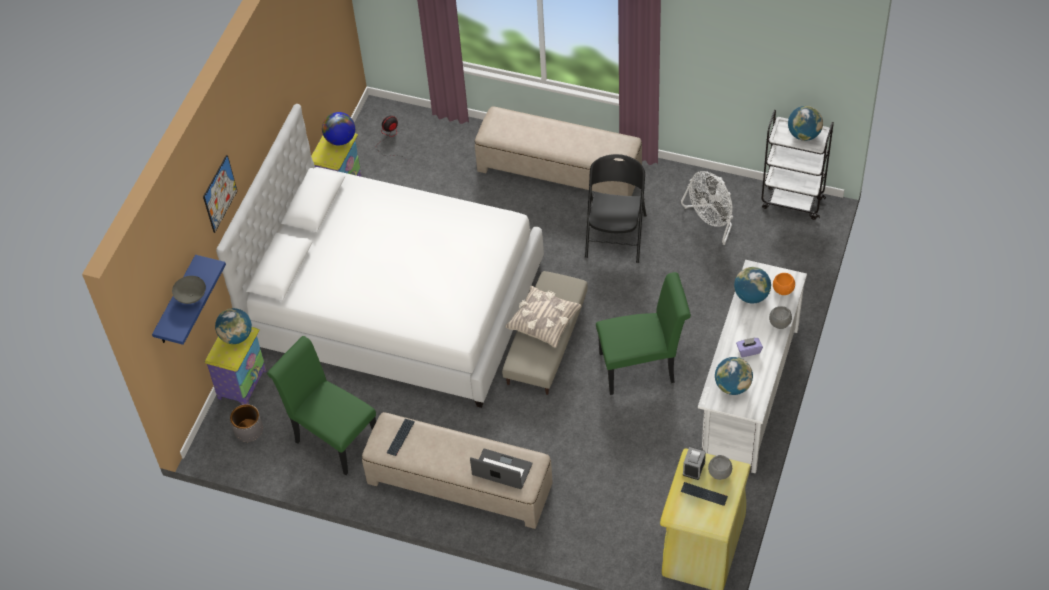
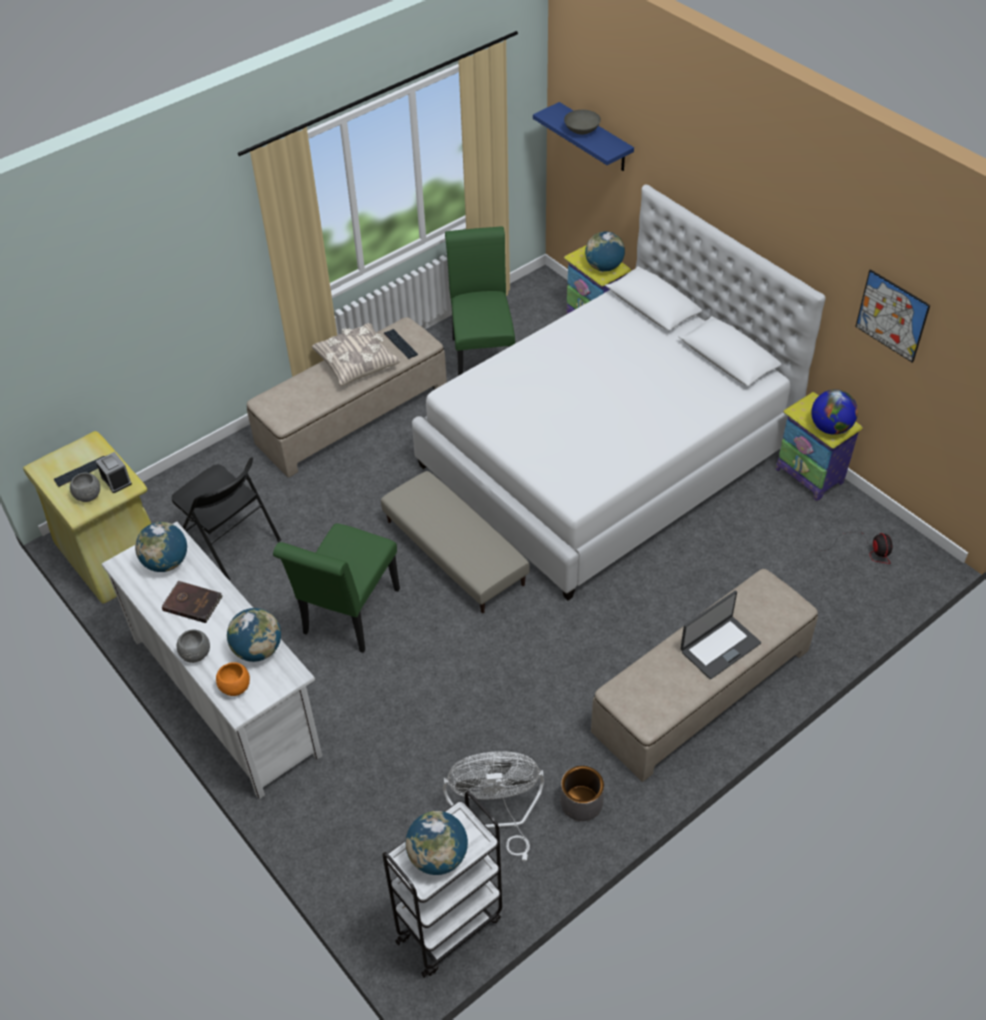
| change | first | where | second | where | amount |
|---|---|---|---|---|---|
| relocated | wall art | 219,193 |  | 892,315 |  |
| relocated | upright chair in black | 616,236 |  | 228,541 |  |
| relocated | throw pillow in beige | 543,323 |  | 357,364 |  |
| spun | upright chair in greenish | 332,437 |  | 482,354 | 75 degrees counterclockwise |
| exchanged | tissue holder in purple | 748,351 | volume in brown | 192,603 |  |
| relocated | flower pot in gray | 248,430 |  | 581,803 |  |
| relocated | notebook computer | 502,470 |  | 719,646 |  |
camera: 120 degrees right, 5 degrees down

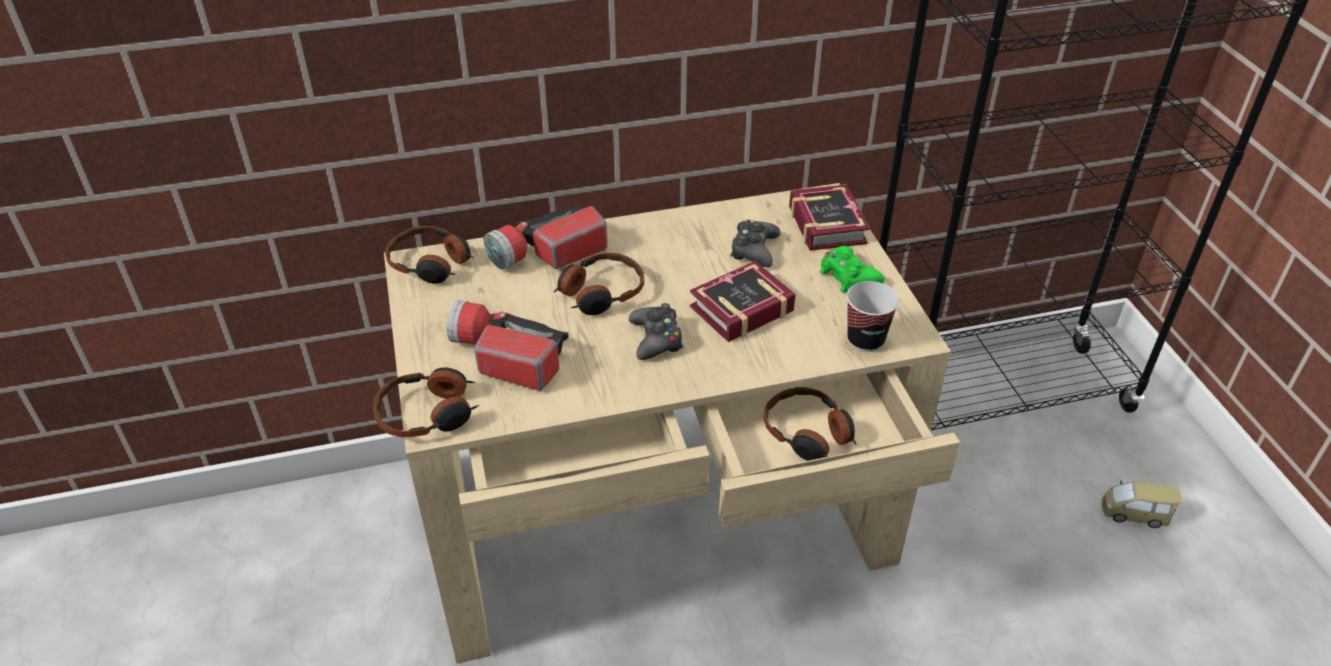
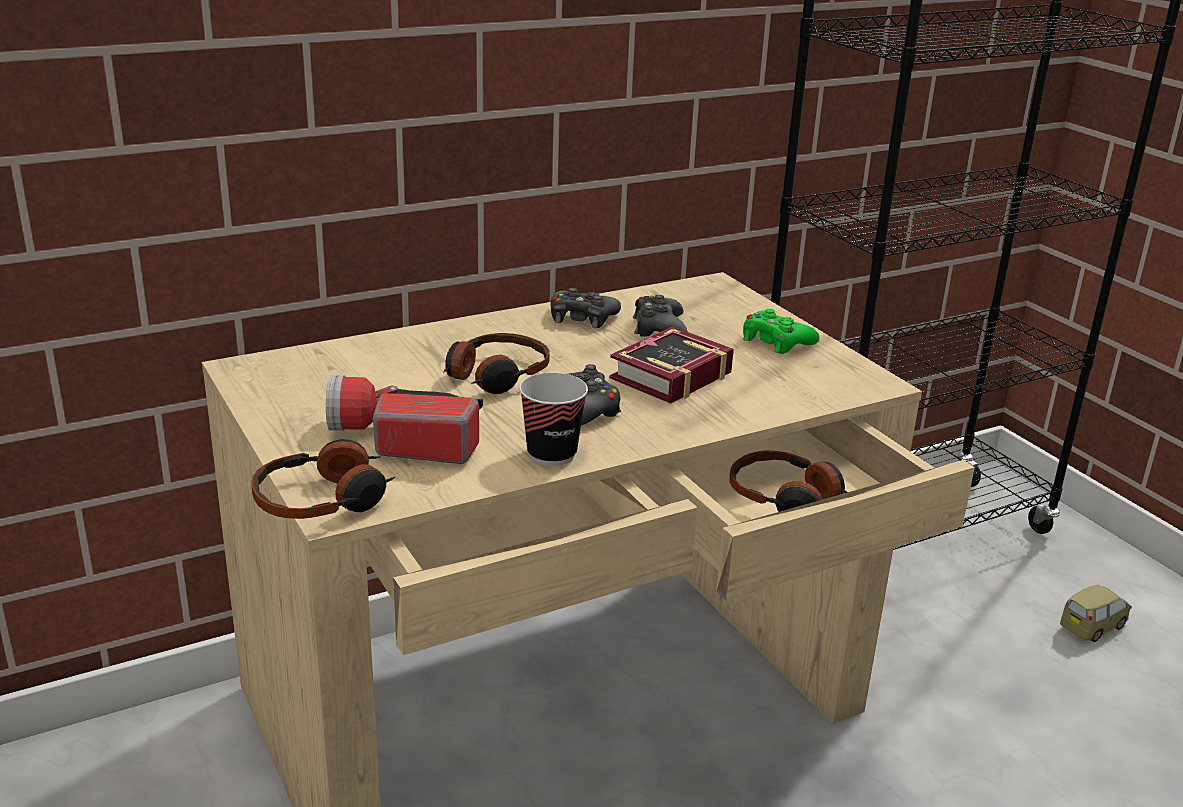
| change | first | where | second | where | amount |
|---|---|---|---|---|---|
| missing | volume | 828,222 |  |  |  |
| missing | flashlight | 547,253 |  |  |  |
| missing | headset | 431,264 |  |  |  |
| relocated | cup | 865,340 |  | 552,454 |  |
| spun | model car | 1134,513 |  | 1093,626 | 150 degrees clockwise |
| appeared |  |  | game controller in black | 582,318 |  |
camera: 15 degrees left, 15 degrees down

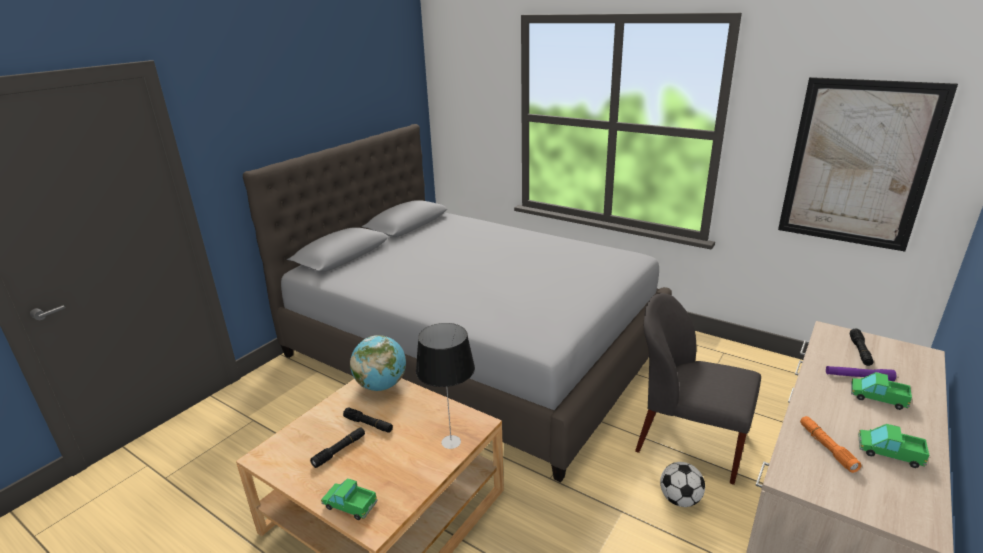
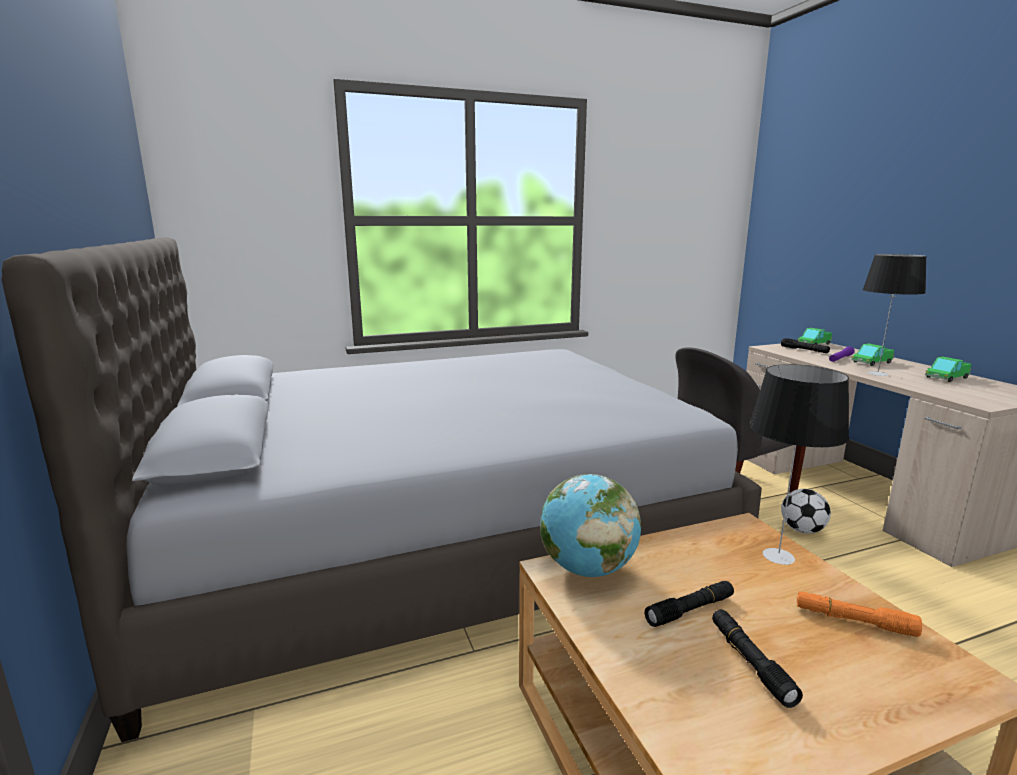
| change | first | where | second | where | amount |
|---|---|---|---|---|---|
| missing | wall art | 857,164 |  |  |  |
| relocated | flashlight in orangey | 826,447 |  | 854,621 |  |
| relocated | toy lorry | 350,505 |  | 814,344 |  |
| appeared |  |  | tabletop lamp | 877,373 |  |
camera: 55 degrees left, 10 degrees down

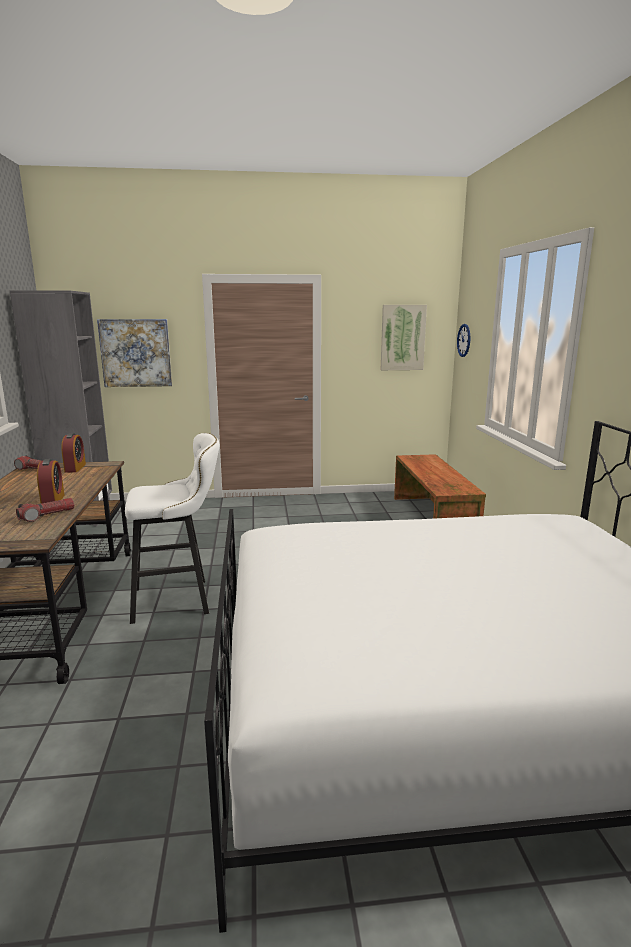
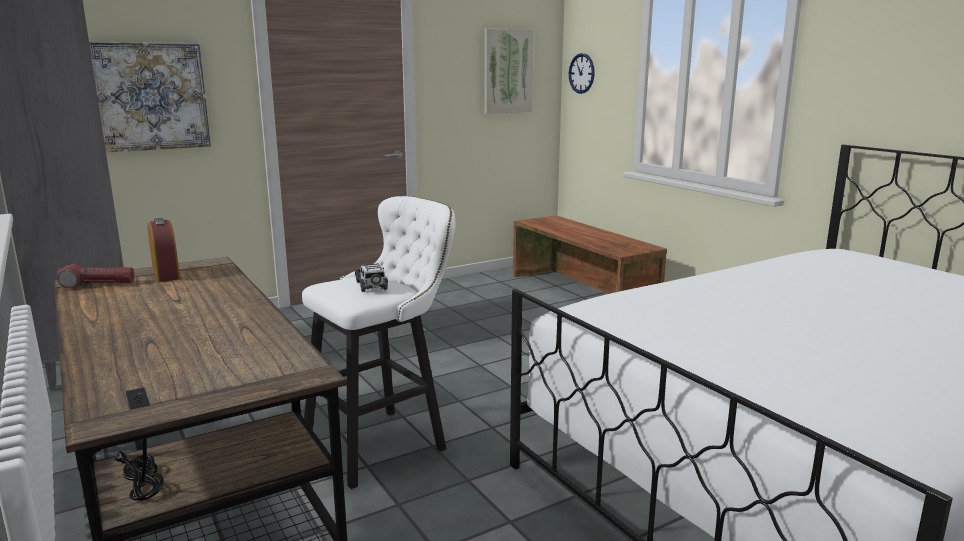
| change | first | where | second | where | amount |
|---|---|---|---|---|---|
| missing | table clock | 53,500 |  |  |  |
| missing | flashlight | 47,515 |  |  |  |
| appeared |  |  | model car | 372,286 |  |
camera: 25 degrees left, 0 degrees up

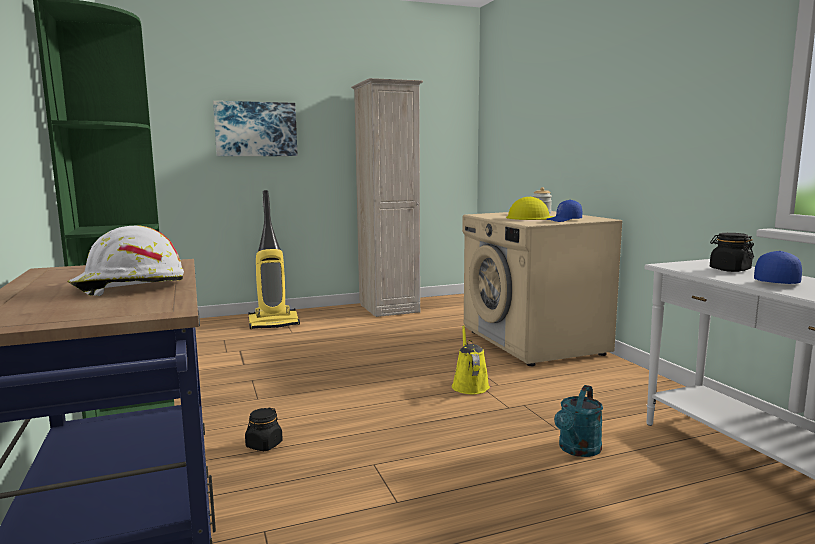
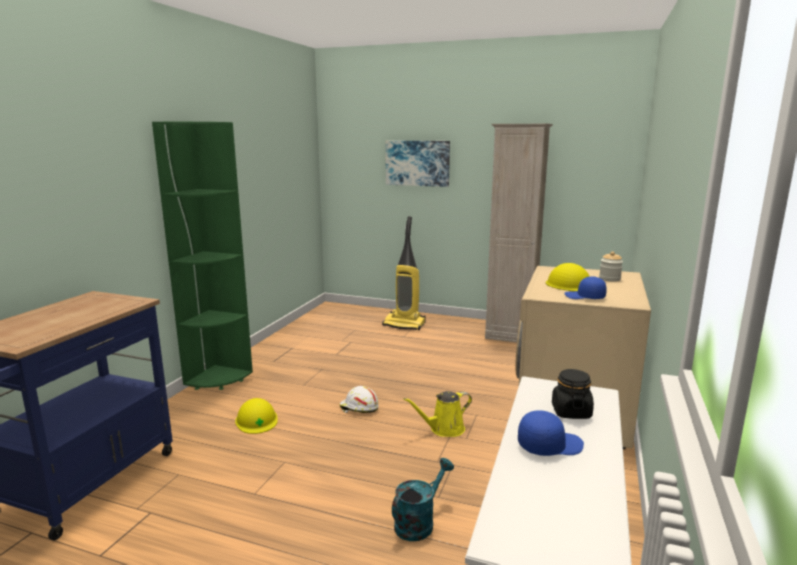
| change | first | where | second | where | amount |
|---|---|---|---|---|---|
| relocated | work helmet in white-coloured | 128,287 |  | 359,408 |  |
| spun | sprinkling can in yellow-coloured | 469,385 |  | 444,429 | 150 degrees counterclockwise |
| spun | sprinkling can in blue-green | 577,450 |  | 419,522 | 150 degrees clockwise |
| exchanged | jar in black | 264,445 | work helmet in yellow-coloured | 256,420 |  |
camera: 40 degrees right, 5 degrees up

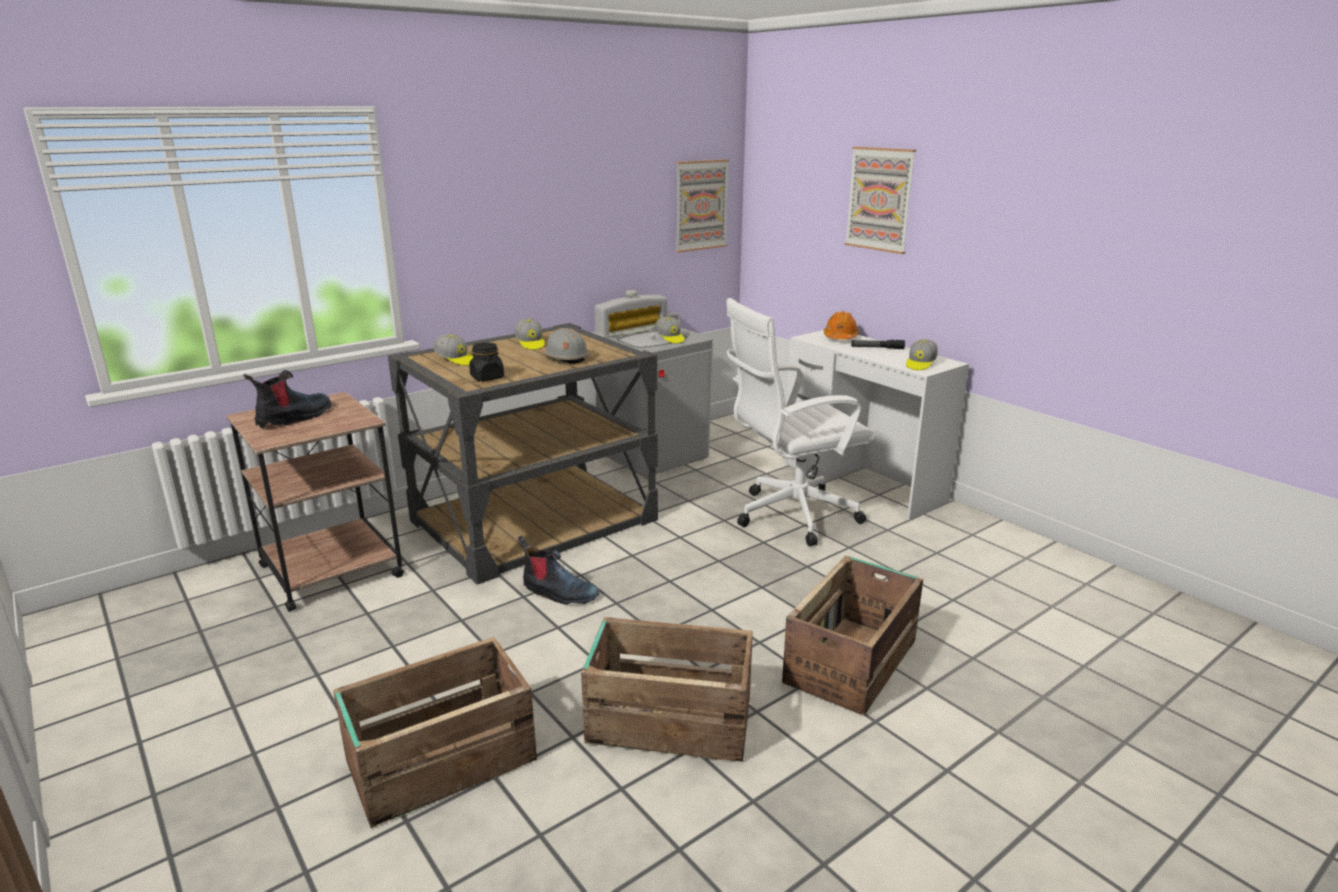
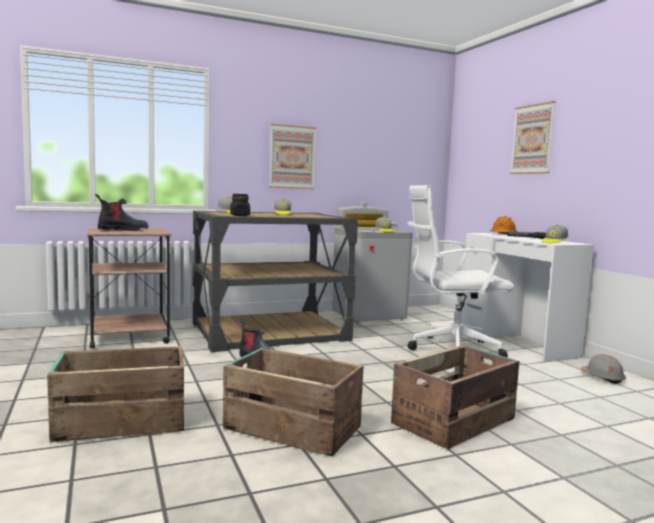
| change | first | where | second | where | amount |
|---|---|---|---|---|---|
| relocated | wall art | 701,205 |  | 292,157 |  |
| relocated | work helmet in gray | 565,358 |  | 602,378 |  |
camera: 15 degrees right, 15 degrees down

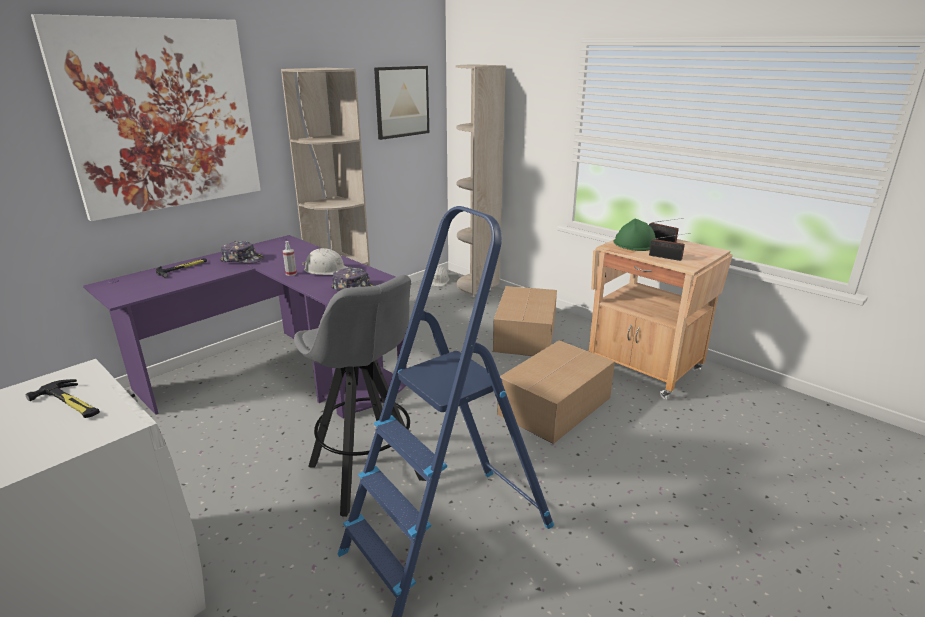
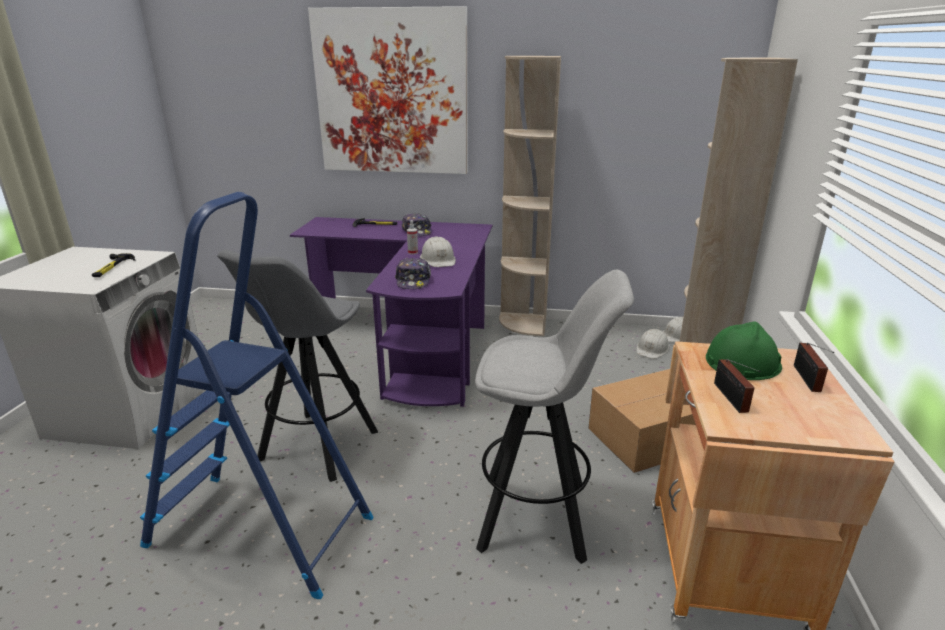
| change | first | where | second | where | amount |
|---|---|---|---|---|---|
| missing | wall art | 402,102 |  |  |  |
| exchanged | carton | 556,405 | sitting stool in gray | 537,518 |  |
| appeared |  |  | work helmet in white-coloured | 652,349 |  |
camera: 55 degrees right, 0 degrees up

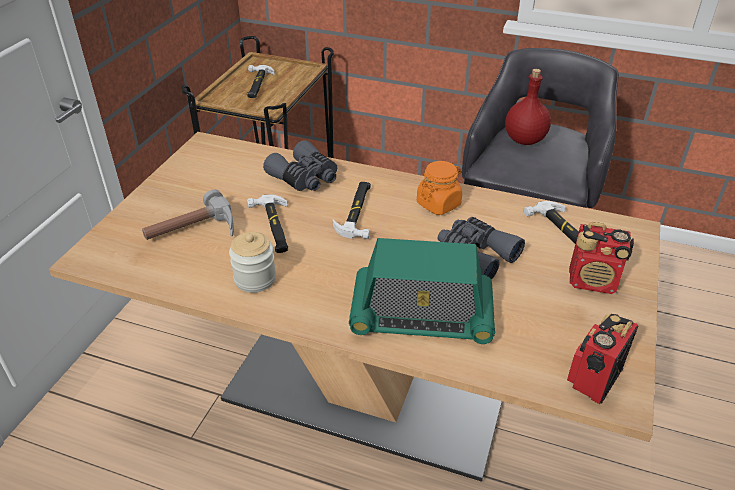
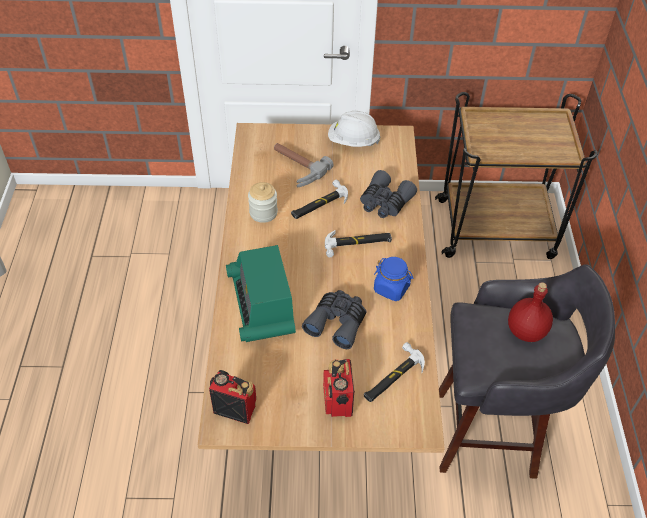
| change | first | where | second | where | amount |
|---|---|---|---|---|---|
| missing | hammer | 257,84 |  |  |  |
| colour | jar in orangey | 438,204 | jar in blue-coloured | 391,288 |  |
| appeared |  |  | work helmet in white-coloured | 353,141 |  |
camera: 70 degrees right, 10 degrees up

